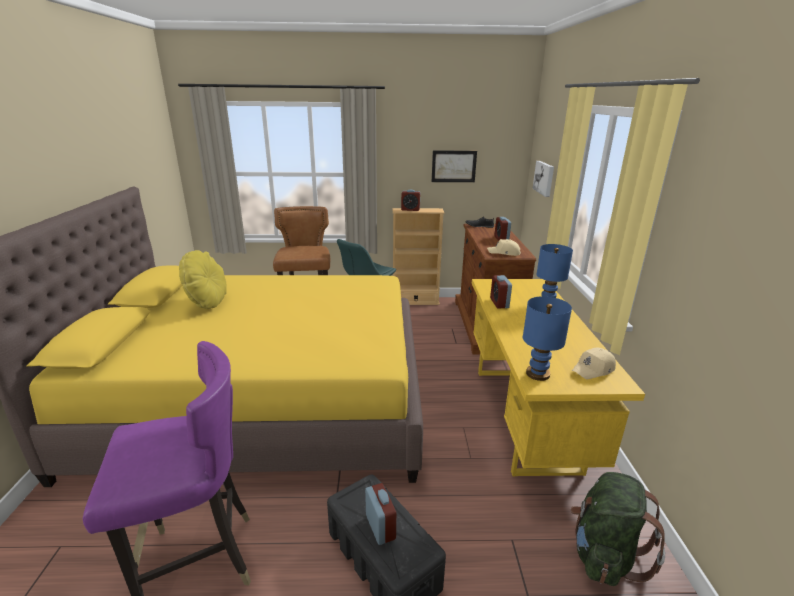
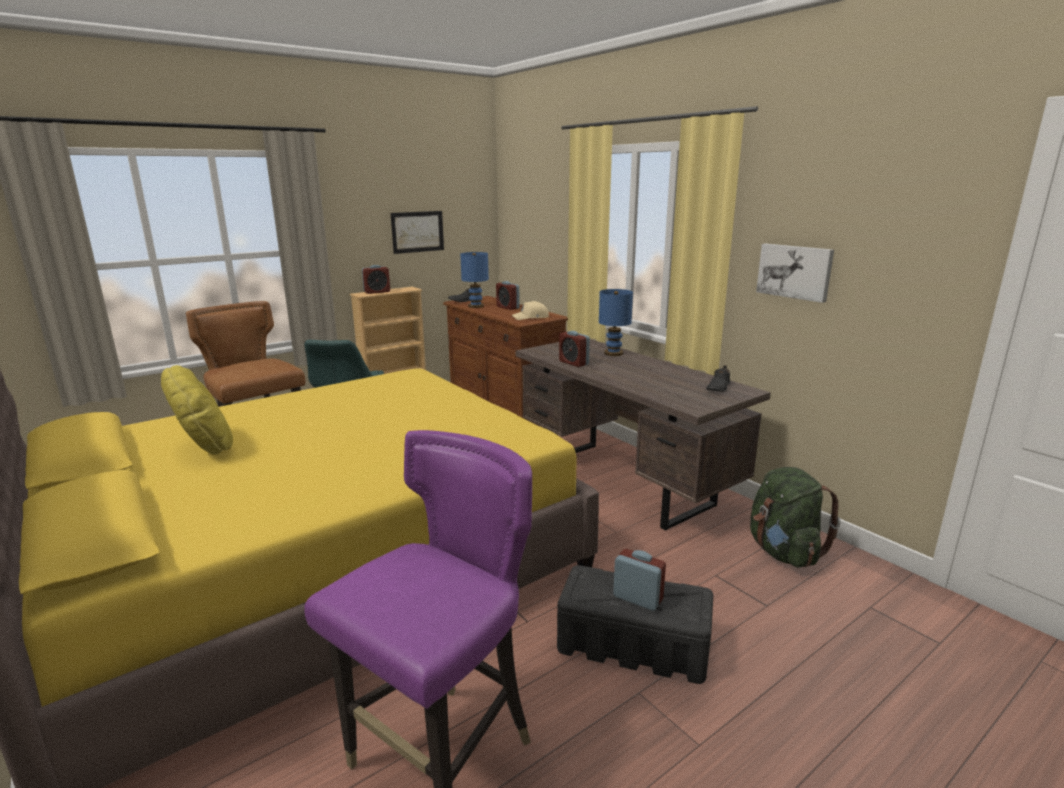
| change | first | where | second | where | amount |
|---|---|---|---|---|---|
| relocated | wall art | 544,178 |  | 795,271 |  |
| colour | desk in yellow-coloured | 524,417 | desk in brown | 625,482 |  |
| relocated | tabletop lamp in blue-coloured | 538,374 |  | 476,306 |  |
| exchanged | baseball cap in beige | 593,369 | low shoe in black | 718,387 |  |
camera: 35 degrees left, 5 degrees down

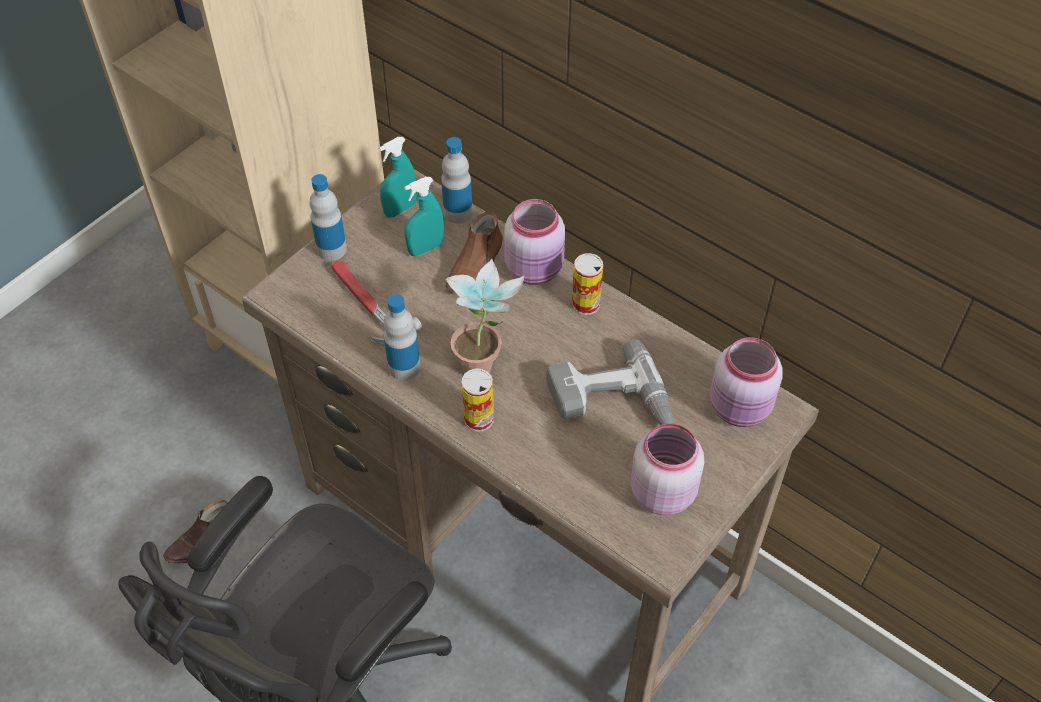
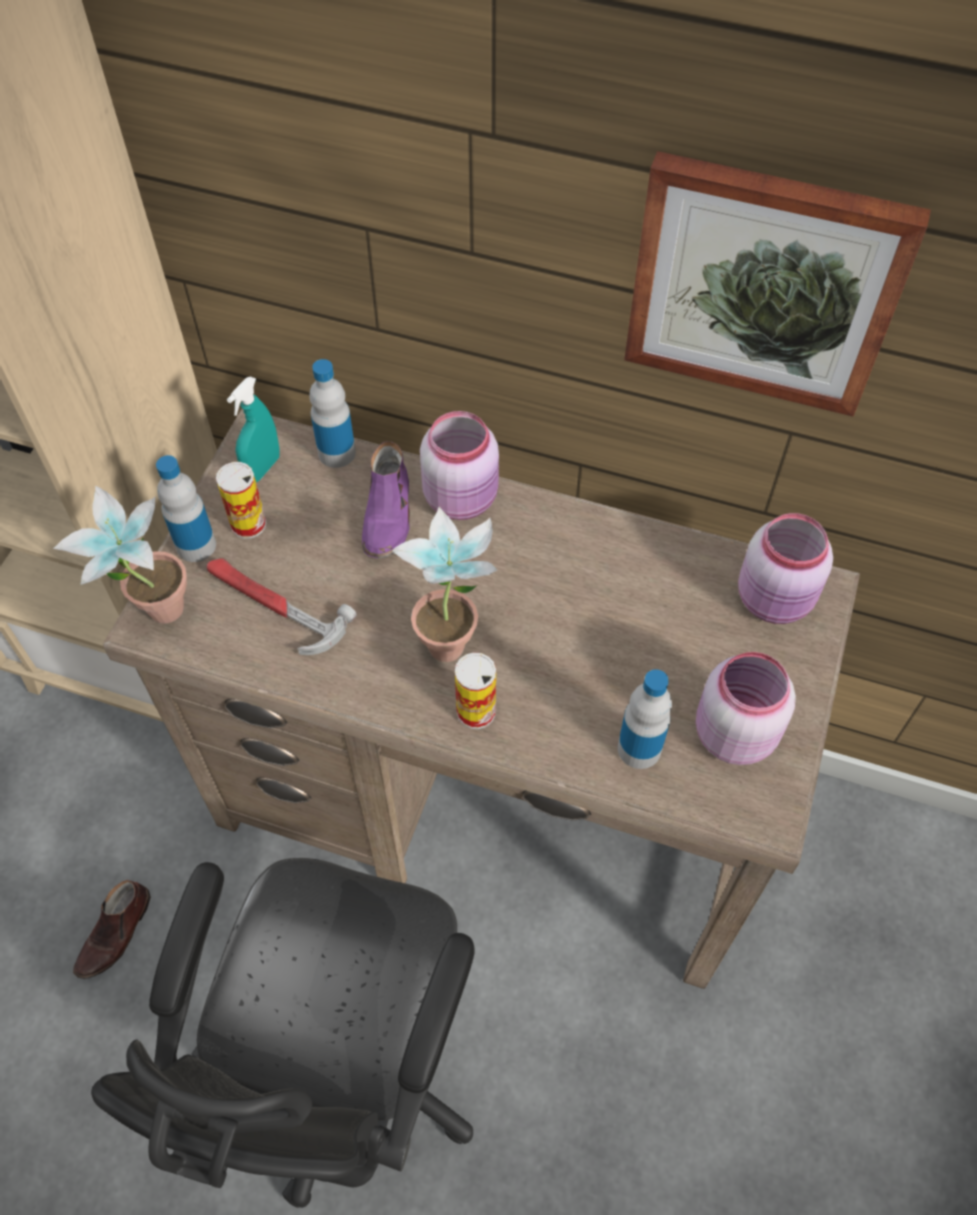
| change | first | where | second | where | amount |
|---|---|---|---|---|---|
| missing | spray bottle in blue-green | 426,248 |  |  |  |
| colour | low shoe in brown | 476,266 | low shoe in purple | 388,515 |  |
| relocated | can | 586,304 |  | 248,524 |  |
| relocated | drink bottle | 404,367 |  | 639,748 |  |
| missing | power drill | 610,404 |  |  |  |
| appeared |  |  | wall art | 764,284 |  |
| appeared |  |  | potted plant | 153,615 |  |
camera: 20 degrees left, 5 degrees up

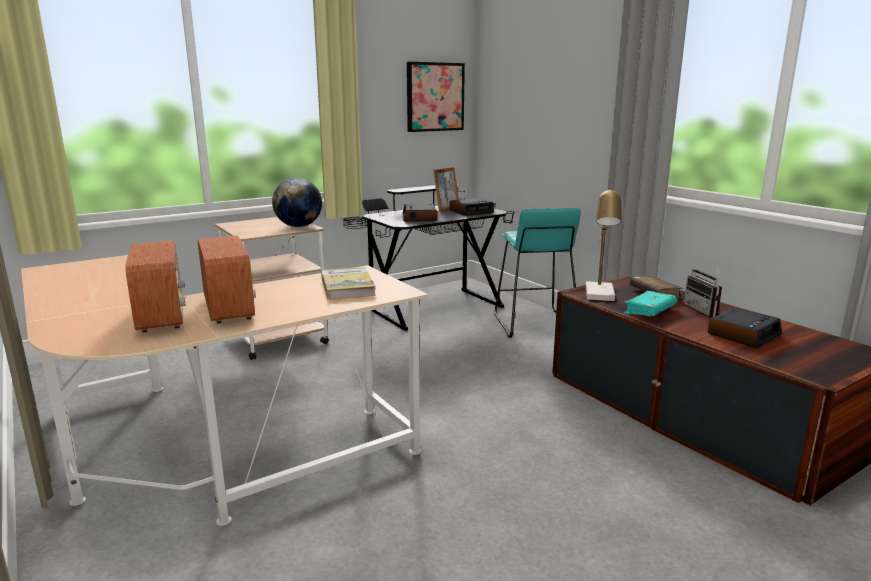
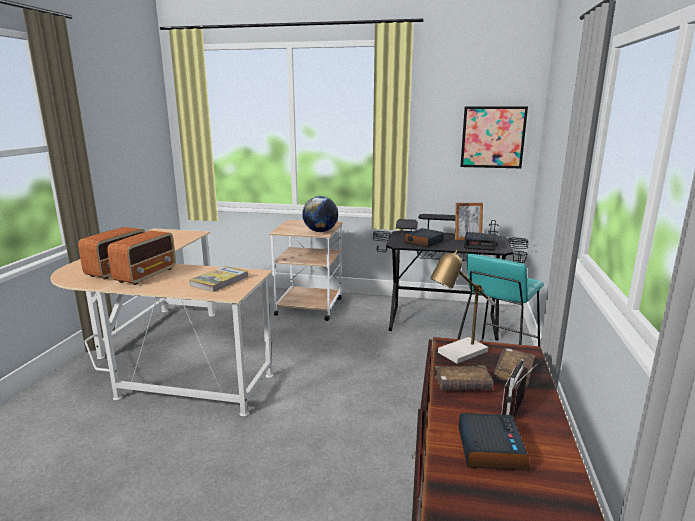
| change | first | where | second | where | amount |
|---|---|---|---|---|---|
| colour | volume in blue-green | 649,311 | volume in brown | 462,385 |  |
| spun | table clock | 743,334 |  | 490,448 | 90 degrees counterclockwise |
camera: 45 degrees right, 0 degrees up

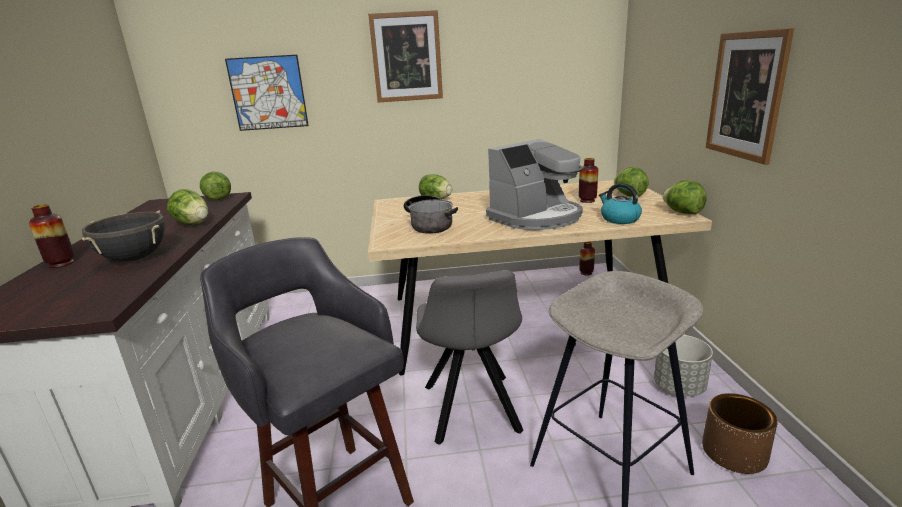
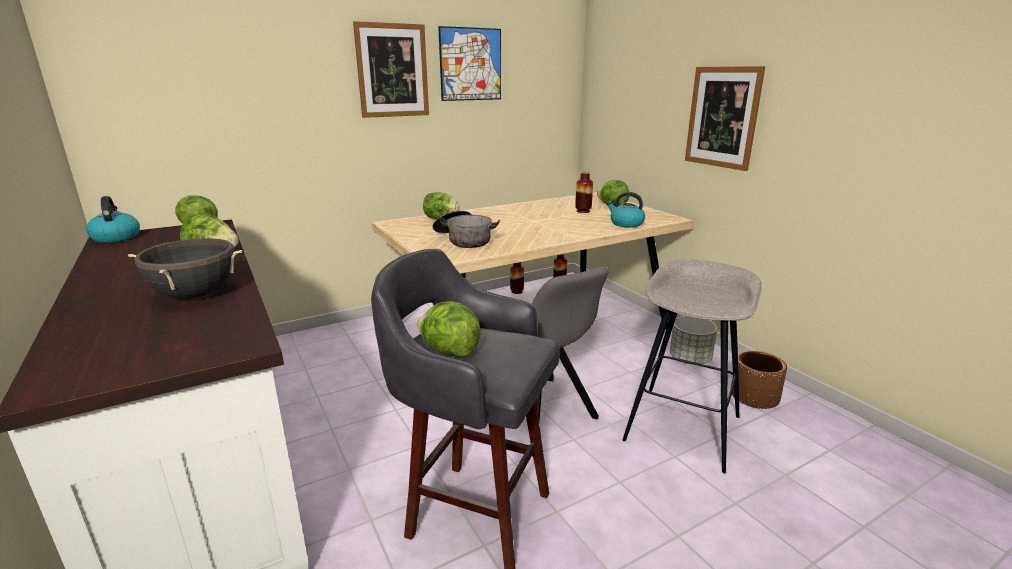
| change | first | where | second | where | amount |
|---|---|---|---|---|---|
| relocated | wall art | 268,93 |  | 470,64 |  |
| missing | coffee brewer | 536,217 |  |  |  |
| relocated | lettuce | 682,212 |  | 449,351 |  |
| relocated | vase | 61,264 |  | 516,291 |  |
| appeared |  |  | tea kettle | 116,237 |  |
camera: 25 degrees left, 0 degrees up

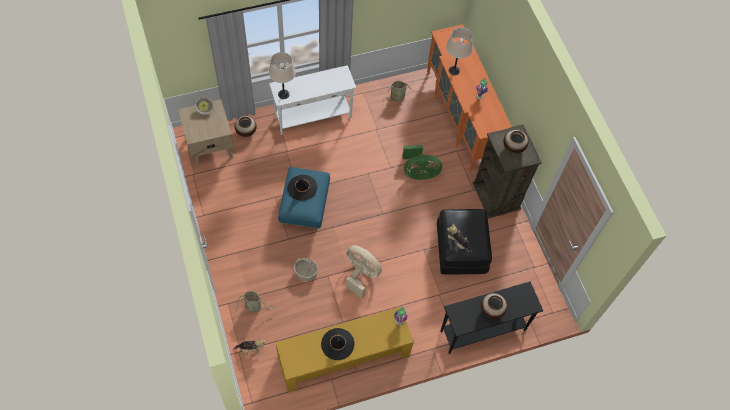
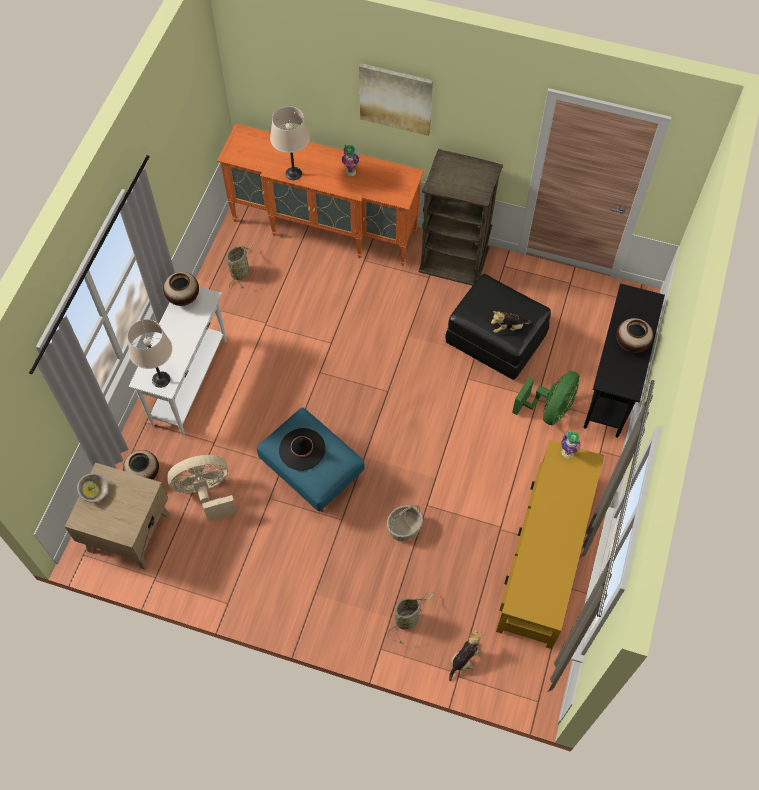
| change | first | where | second | where | amount |
|---|---|---|---|---|---|
| relocated | vase | 513,147 |  | 183,298 |  |
| relocated | cooling fan in greenish | 419,172 |  | 549,409 |  |
| relocated | cooling fan in beige | 361,274 |  | 206,492 |  |
| missing | wearable hat in black | 337,344 |  |  |  |
| appeared |  |  | wall art | 396,98 |  |
camera: 50 degrees left, 0 degrees up

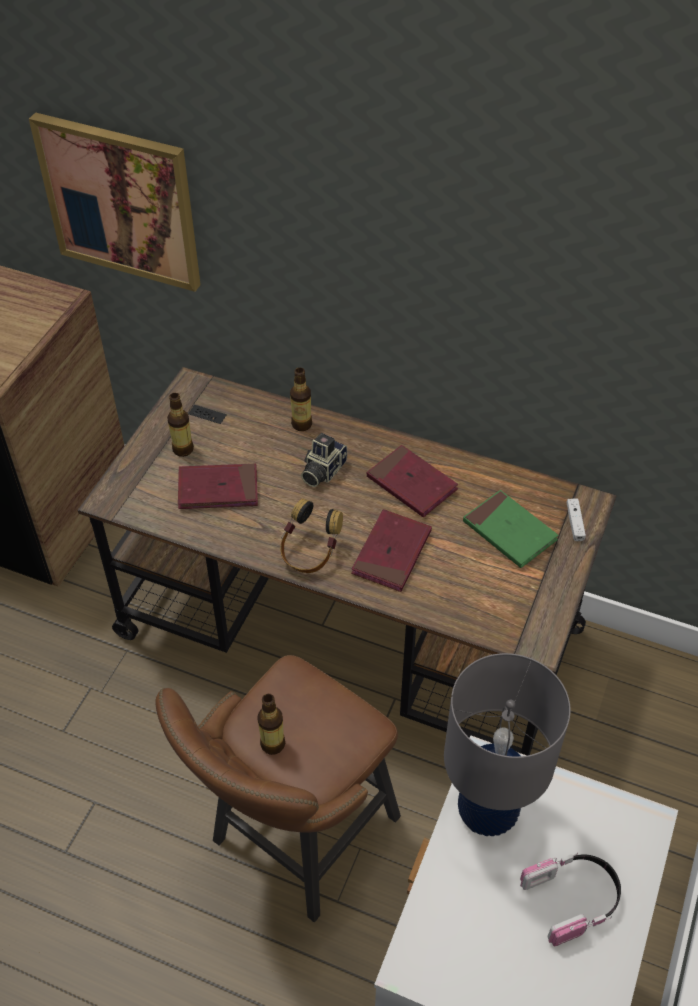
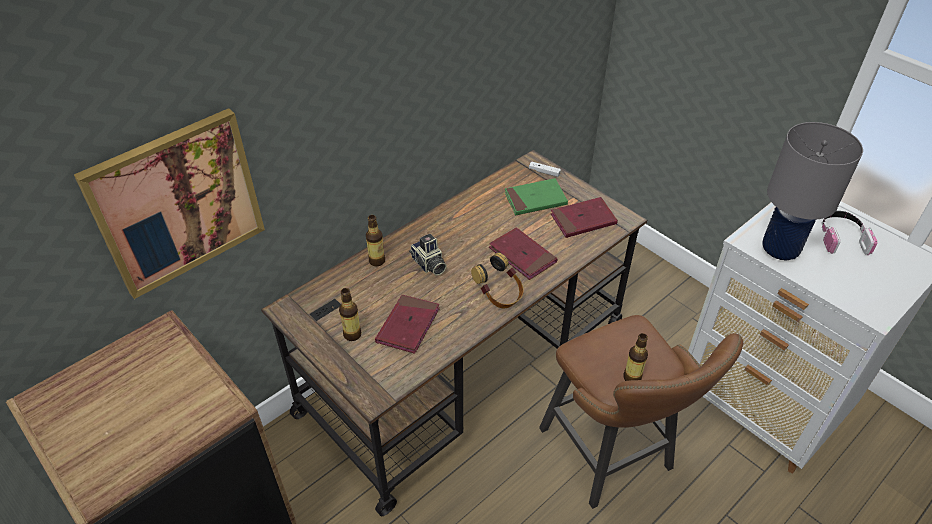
| change | first | where | second | where | amount |
|---|---|---|---|---|---|
| relocated | volume in red | 411,484 |  | 583,220 |  |
camera: 65 degrees left, 5 degrees down

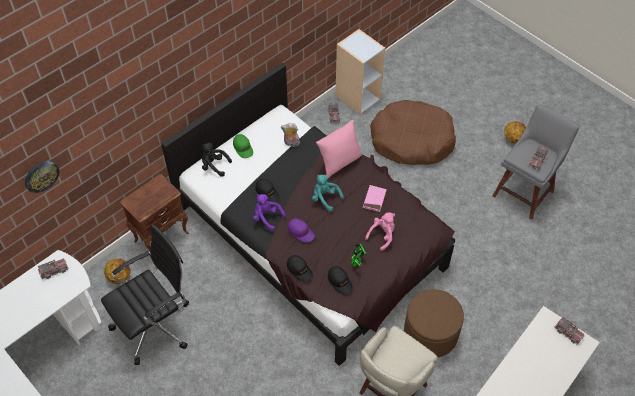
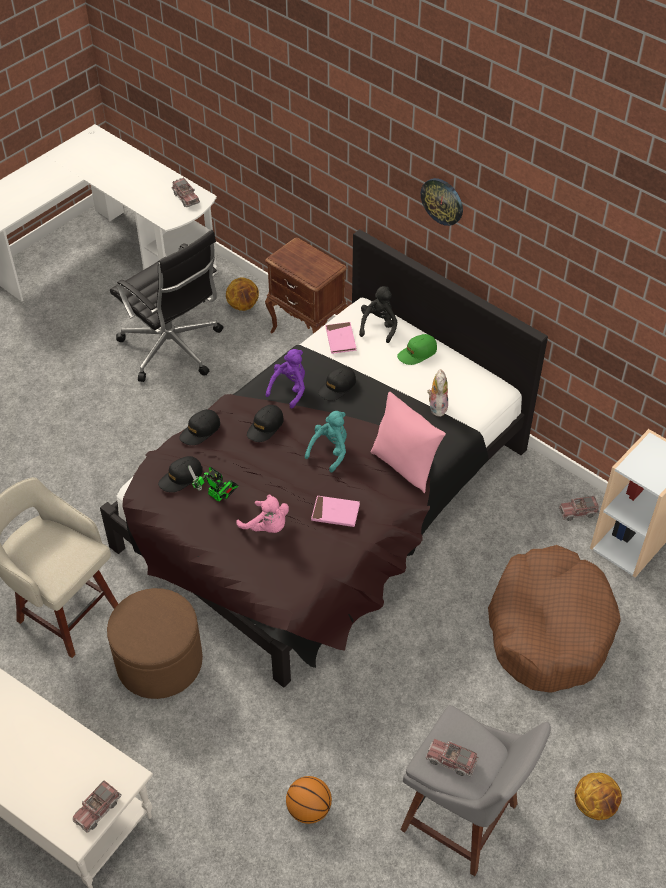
| change | first | where | second | where | amount |
|---|---|---|---|---|---|
| relocated | wall clock | 41,176 |  | 442,201 |  |
| colour | baseball cap in purple | 301,232 | baseball cap in black | 265,427 |  |
| appeared |  |  | volume in pink | 340,339 |  |
| appeared |  |  | basketball | 309,809 |  |
camera: 85 degrees right, 5 degrees down

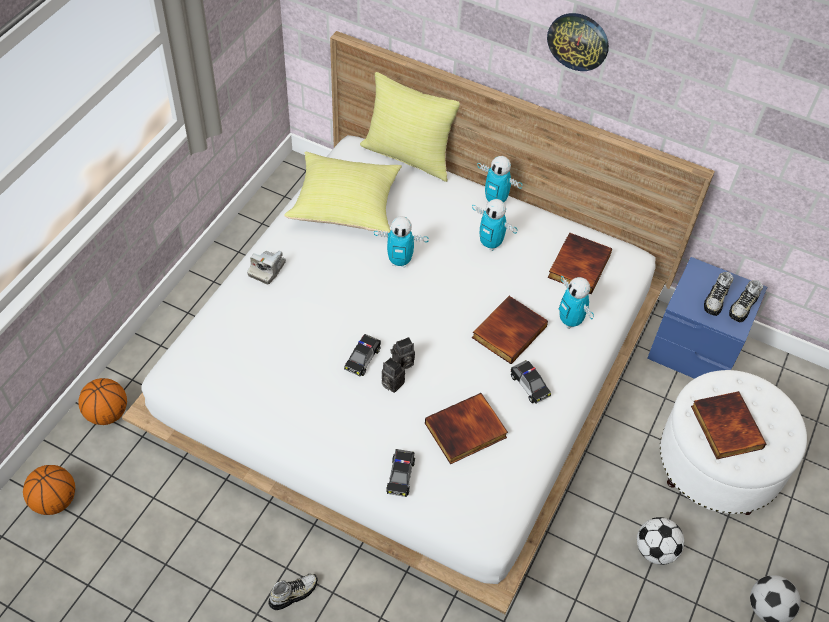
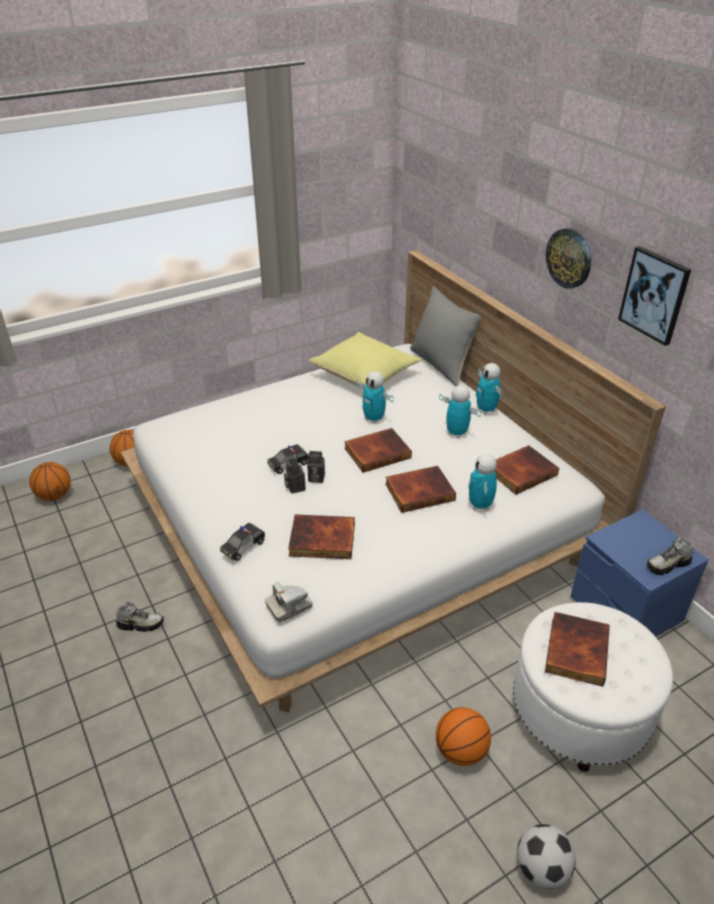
| change | first | where | second | where | amount |
|---|---|---|---|---|---|
| colour | throw pillow in yellow-coloured | 409,155 | throw pillow in gray | 442,364 |  |
| spun | toy robot | 490,244 |  | 456,433 | 150 degrees clockwise |
| relocated | still camera | 267,269 |  | 289,606 |  |
| missing | low shoe | 715,300 |  |  |  |
| missing | model car | 529,385 |  |  |  |
| exchanged | football | 655,550 | basketball | 460,751 |  |
| appeared |  |  | wall art | 654,295 |  |
| appeared |  |  | volume | 377,452 |  |
camera: 35 degrees right, 15 degrees down

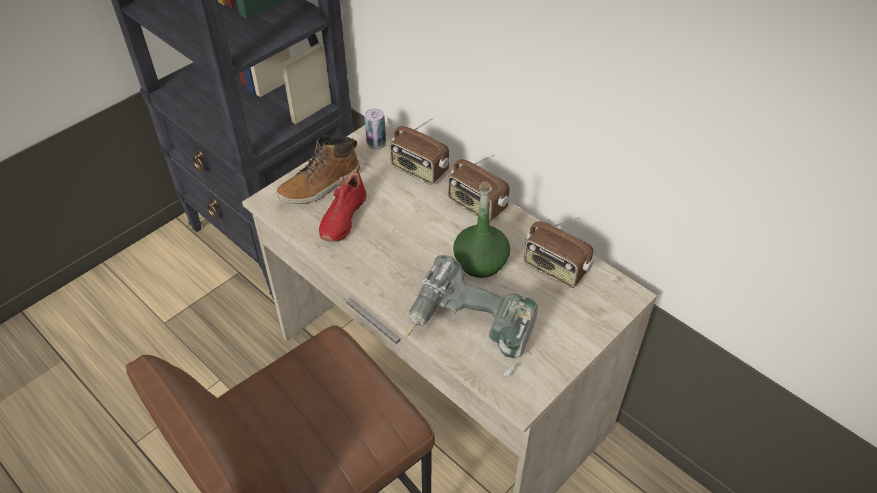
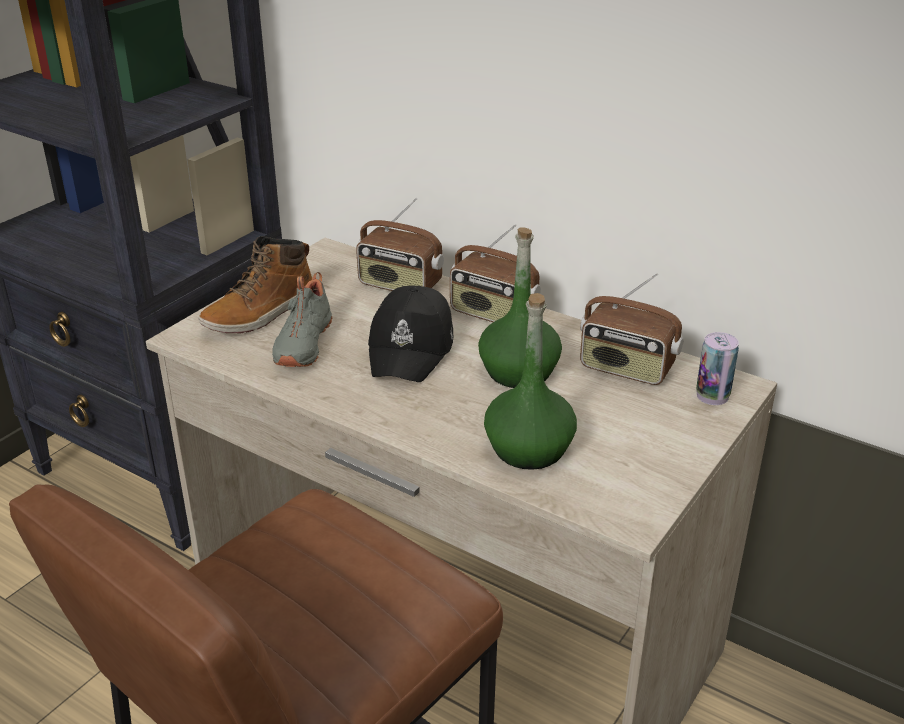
| change | first | where | second | where | amount |
|---|---|---|---|---|---|
| relocated | can | 376,144 |  | 712,396 |  |
| colour | low shoe in red | 342,217 | low shoe in gray | 301,343 |  |
| exchanged | power drill | 470,331 | drink bottle in greenish | 529,449 |  |
| appeared |  |  | baseball cap in black | 412,348 |  |
camera: 10 degrees left, 15 degrees down

